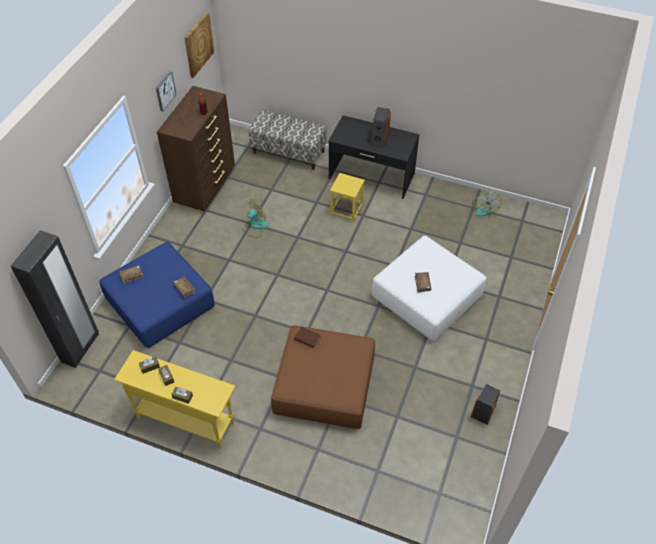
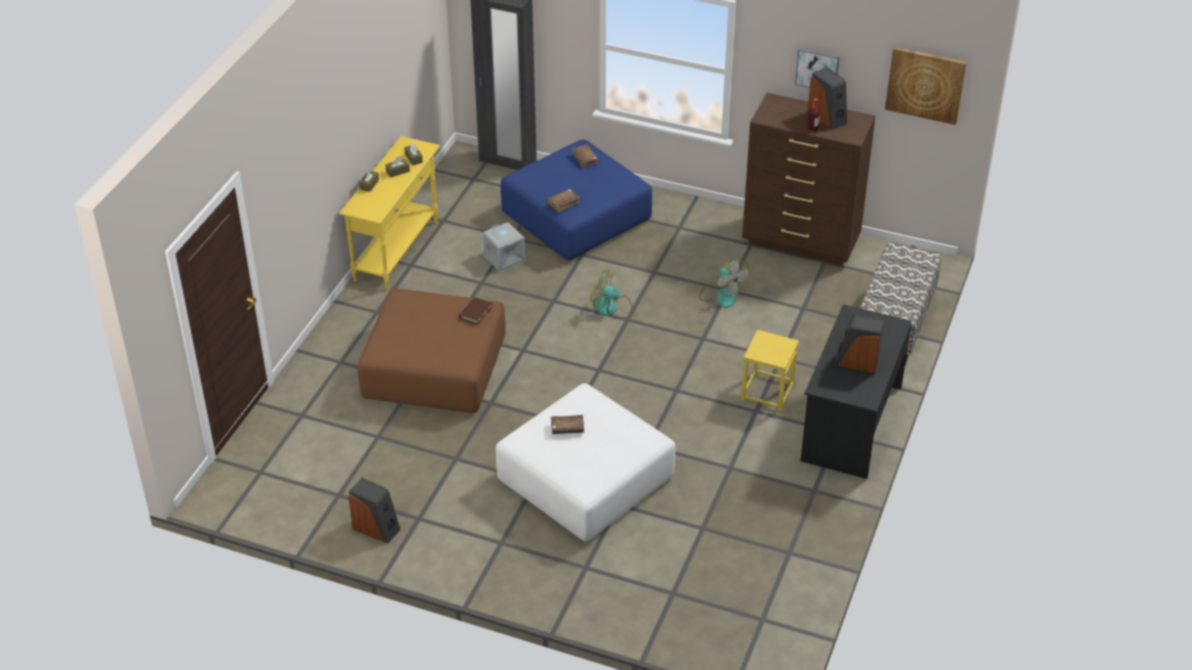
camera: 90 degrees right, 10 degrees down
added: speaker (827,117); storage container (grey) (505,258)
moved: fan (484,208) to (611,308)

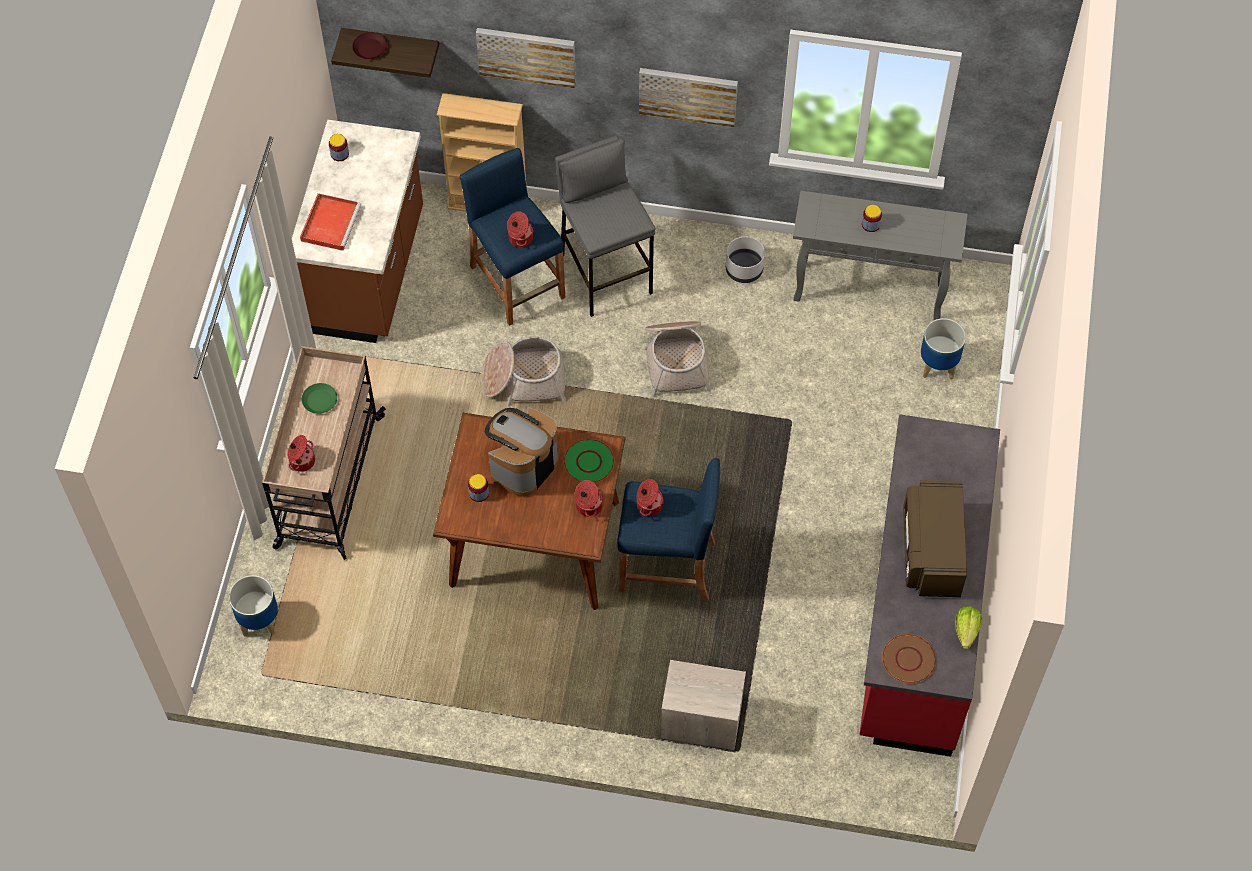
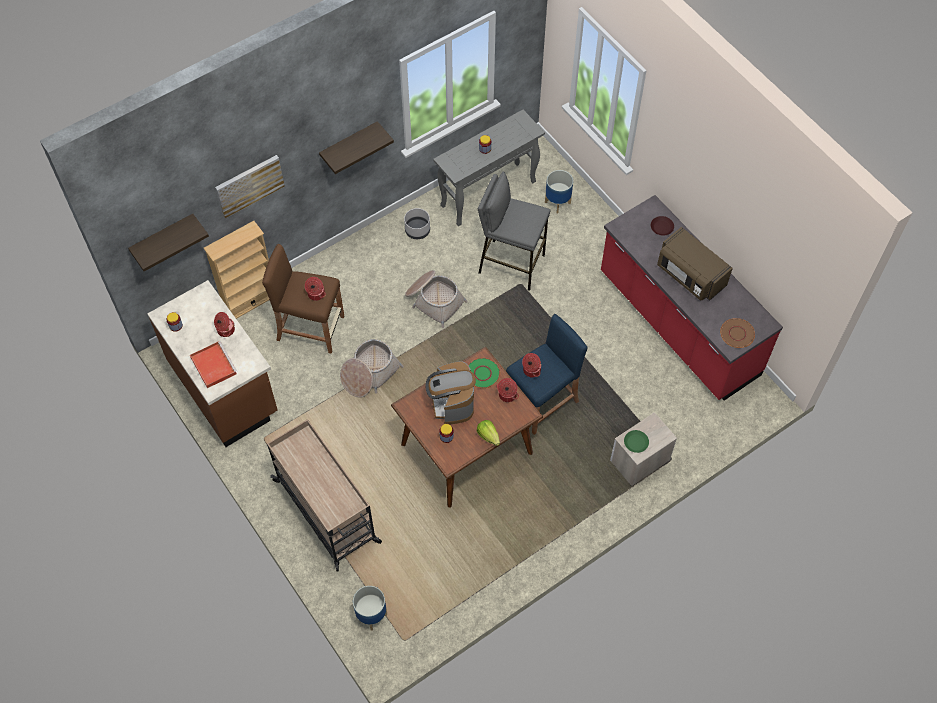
camera: 45 degrees left, 0 degrees up
moved: flat dish (brown) (369,48) to (661,227); stool (grey) (605,273) to (511,264); flat dish (green) (319,400) to (635,442); stockpot (301,460) to (225,330); head of lettuce (966,631) to (488,436)
replaced: picture (688,95) to bracket shelf (349,145)
recoloured: stool (bluish) (517,282) to stool (brown) (310,328)

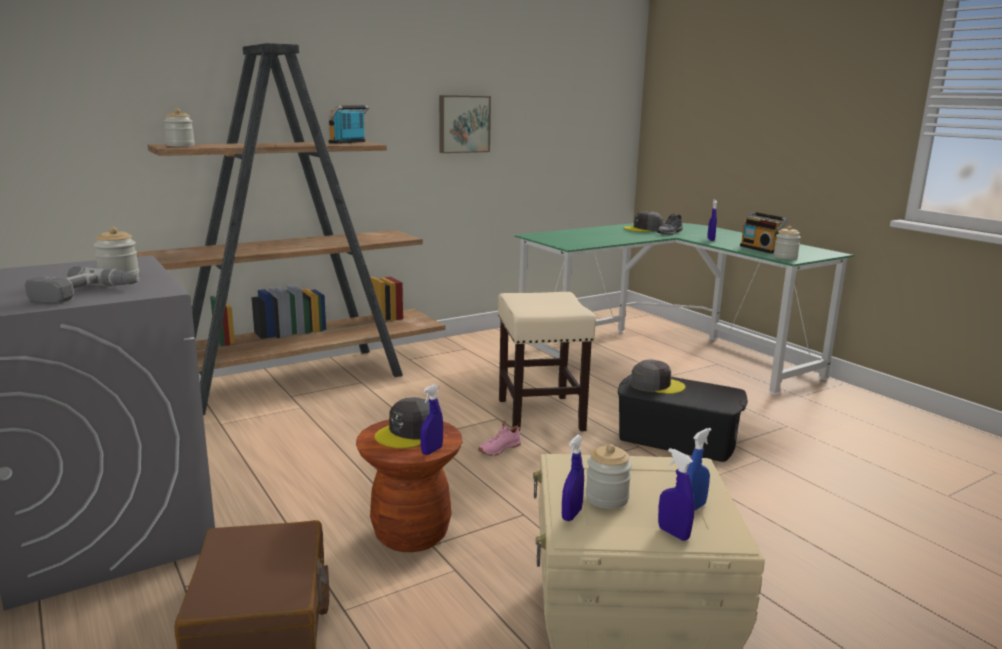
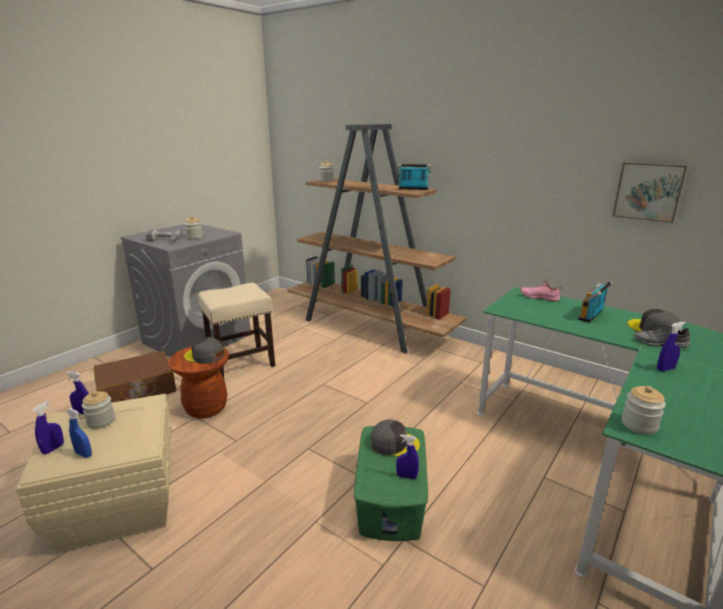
camera: 70 degrees right, 5 degrees up
moved: picture (463,124) to (648,191); radio receiver (760,249) to (592,315); stool (sand-coloured) (539,414) to (242,363); hand sprayer (bluish) (432,451) to (406,476); item of footwear (pinkish) (499,449) to (539,297)
recoloured: storage container (black) (677,438) to storage container (green) (391,498)
turned: cap (grey) (656,385) = (394,443) 75 degrees counterclockwise

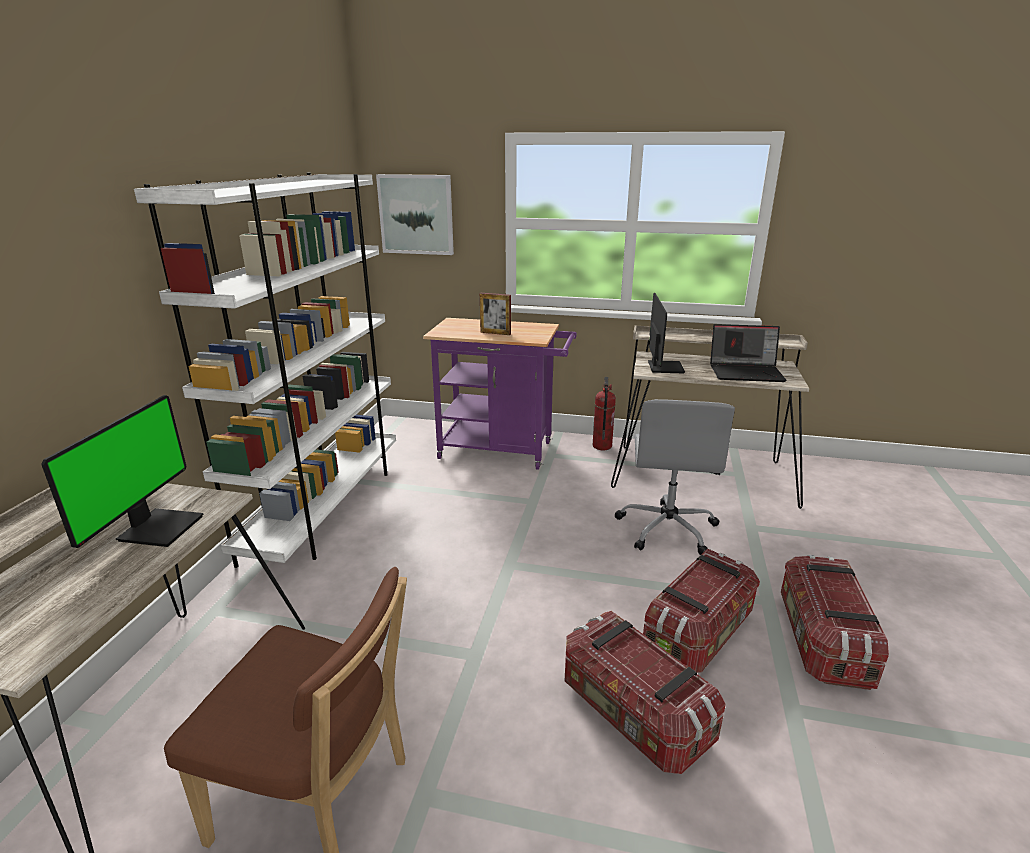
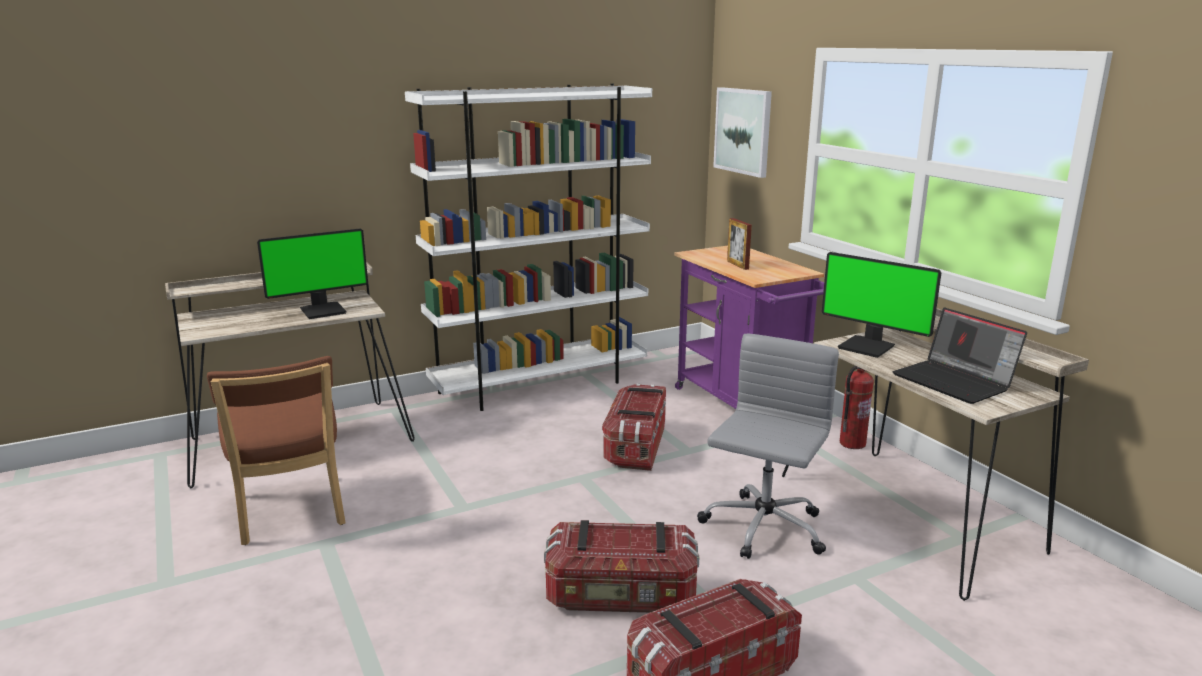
camera: 50 degrees right, 5 degrees down
moved: storage container (633,713) to (636,446)
turned: computer display (663,367) = (868,347) 75 degrees clockwise; desk chair (grey) (667,528) = (762,529) 150 degrees clockwise

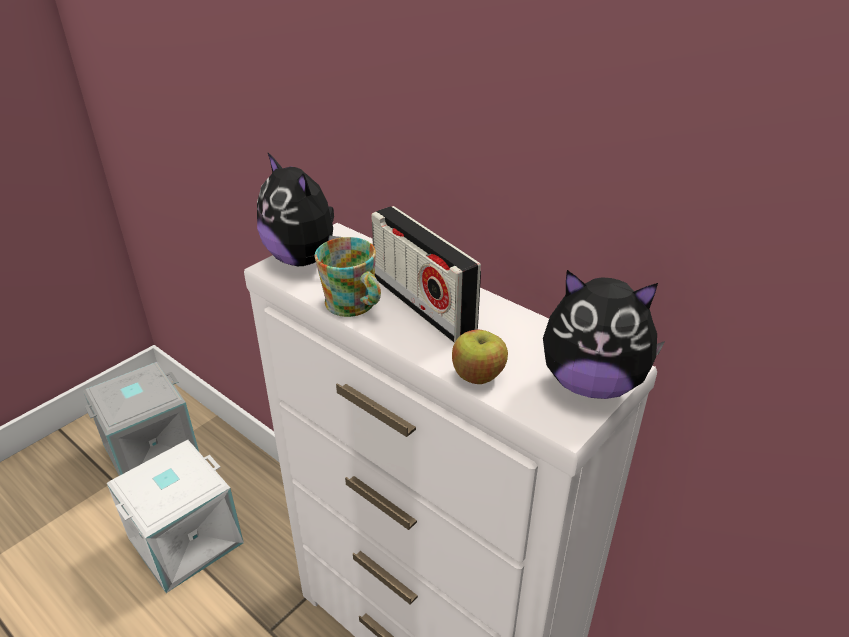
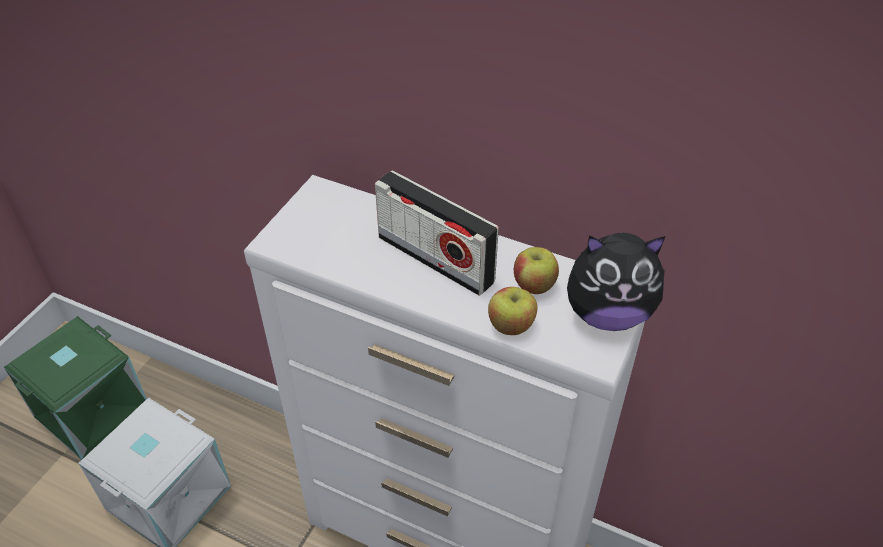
camera: 15 degrees left, 10 degrees up
removed: plush toy (304,259); coffee mug (354,306)
added: whole apple (533,285)
recoloured: storage container (grey) (151,451) to storage container (green) (92,412)

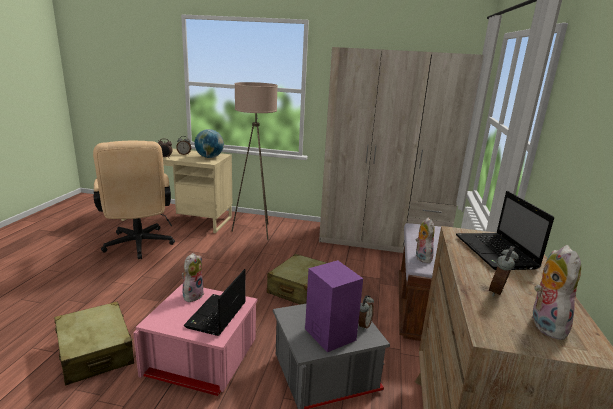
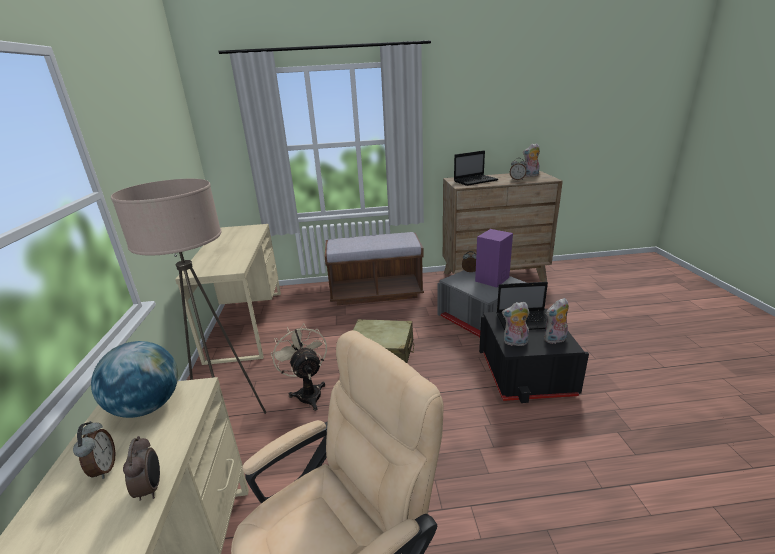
camera: 105 degrees left, 5 degrees up
removed: suitcase (sand-coloured) (95,352)
added: fan (sand-coloured) (308,392)
moved: plush toy (421,257) to (555,340)
replaced: clothes cupboard (sand-coloured) (382,241) to desk (sand-coloured) (247,324)
recoloured: storage container (pinkish) (201,360) to storage container (black) (526,374)

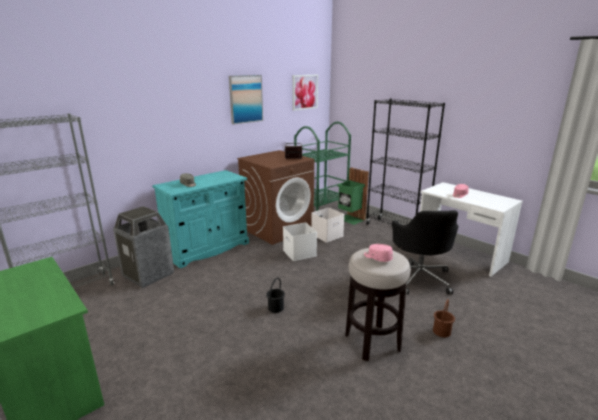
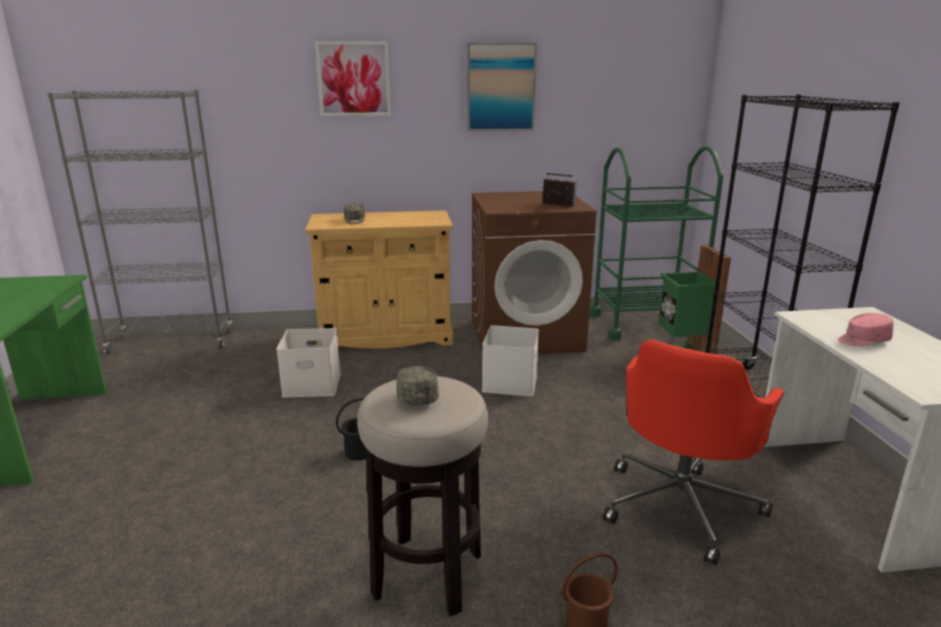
camera: 35 degrees right, 0 degrees up
removed: waste bin (149,275)
moved: picture (305,92) to (353,79); storage container (whitish) (327,235) to (310,385)
recoloured: cabinet (blue-green) (207,249) to cabinet (sand-coloured) (385,336); desk chair (black) (419,278) to desk chair (red) (681,505); cap (pinkish) (377,258) to cap (grey) (416,396)

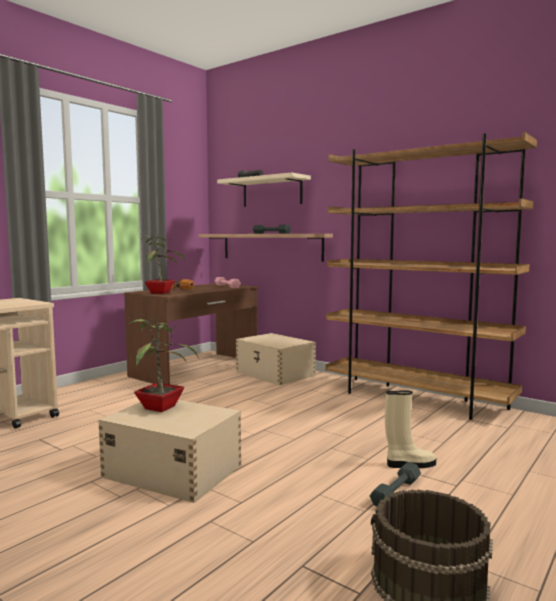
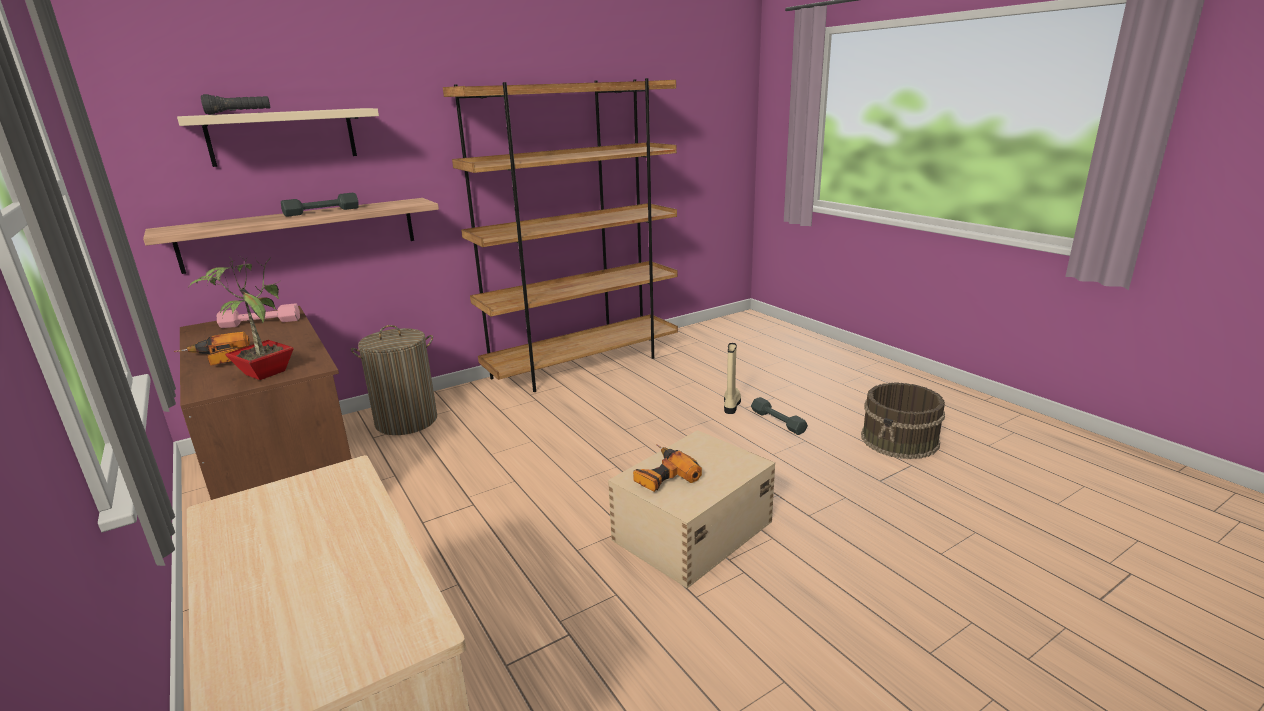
camera: 70 degrees left, 15 degrees up
replaced: houseplant (161,407) to electric drill (662,476); storage container (sand-coloured) (275,374) to laundry basket (407,421)

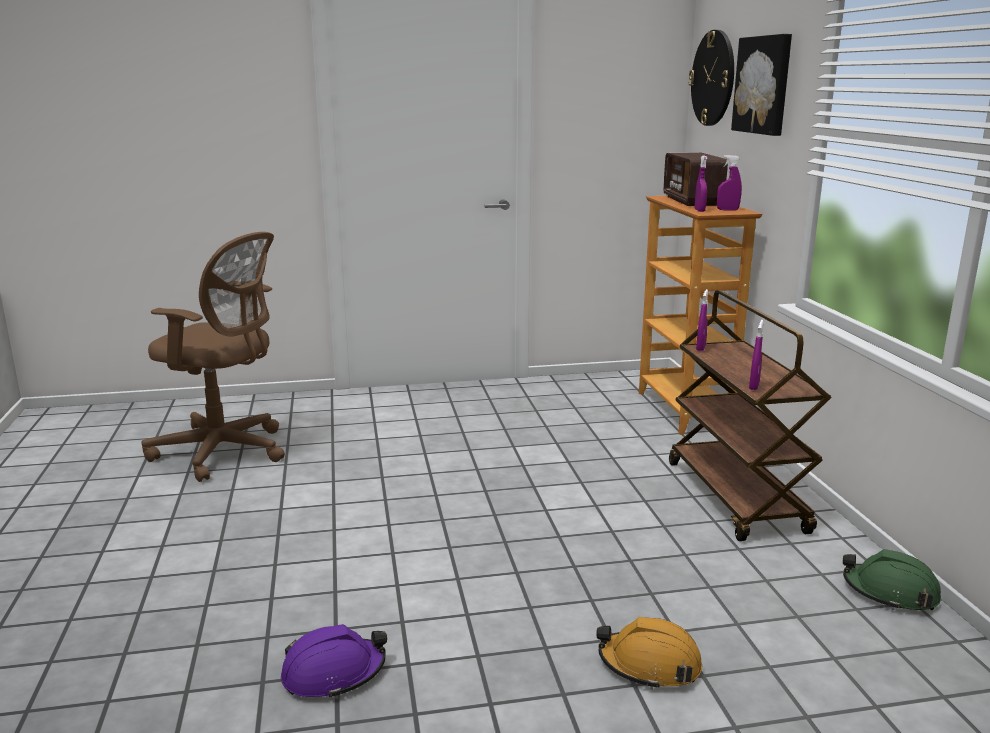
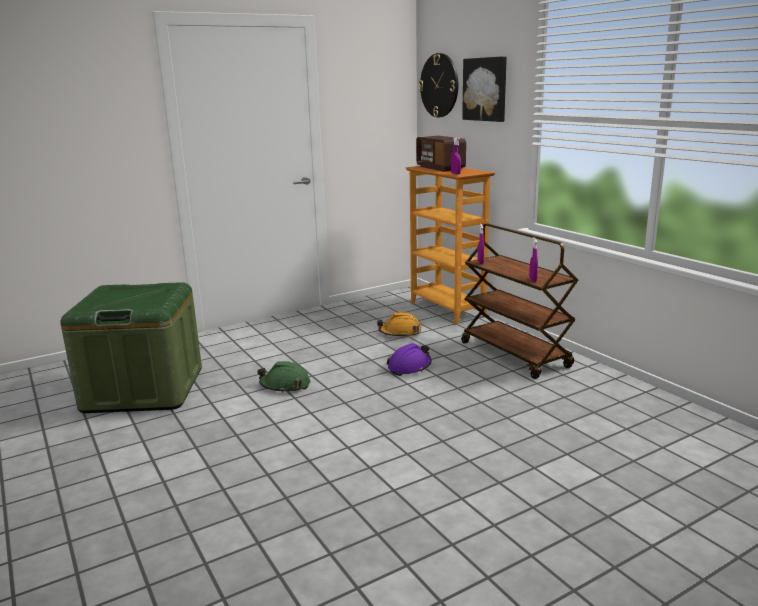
camera: 20 degrees left, 0 degrees up
removed: hand sprayer (purplish) (727,210)
moved: work helmet (green) (890,593) to (285,385); work helmet (orange-coloured) (649,665) to (400,333); work helmet (purplish) (333,674) to (409,367)
replaced: desk chair (brown) (225,452) to storage container (green) (144,389)

